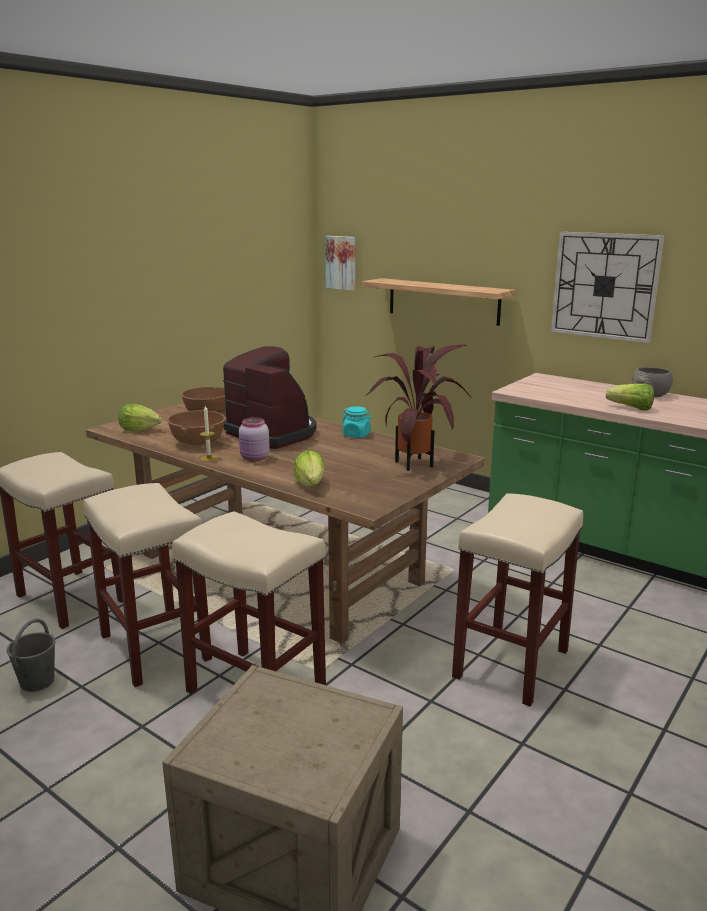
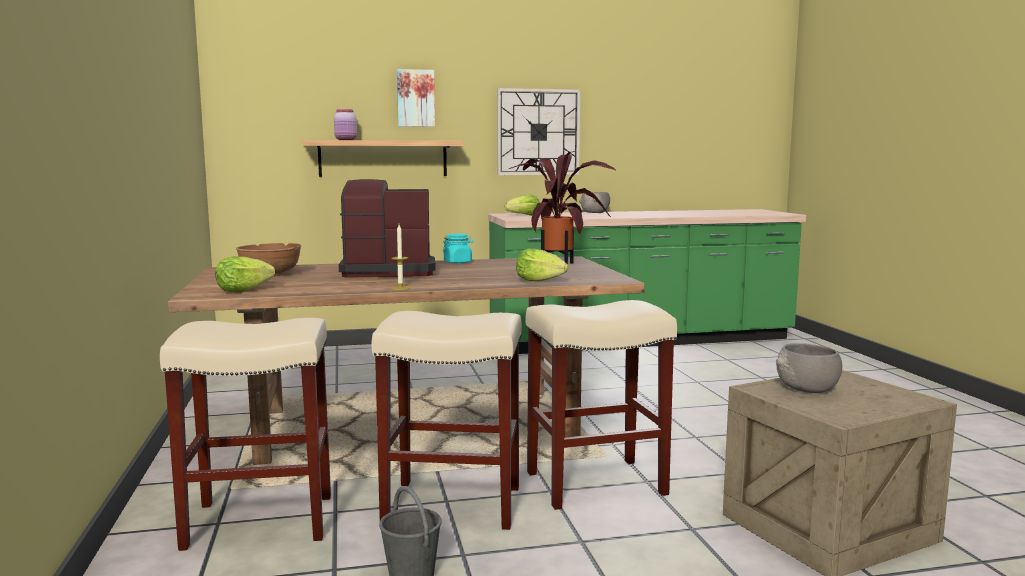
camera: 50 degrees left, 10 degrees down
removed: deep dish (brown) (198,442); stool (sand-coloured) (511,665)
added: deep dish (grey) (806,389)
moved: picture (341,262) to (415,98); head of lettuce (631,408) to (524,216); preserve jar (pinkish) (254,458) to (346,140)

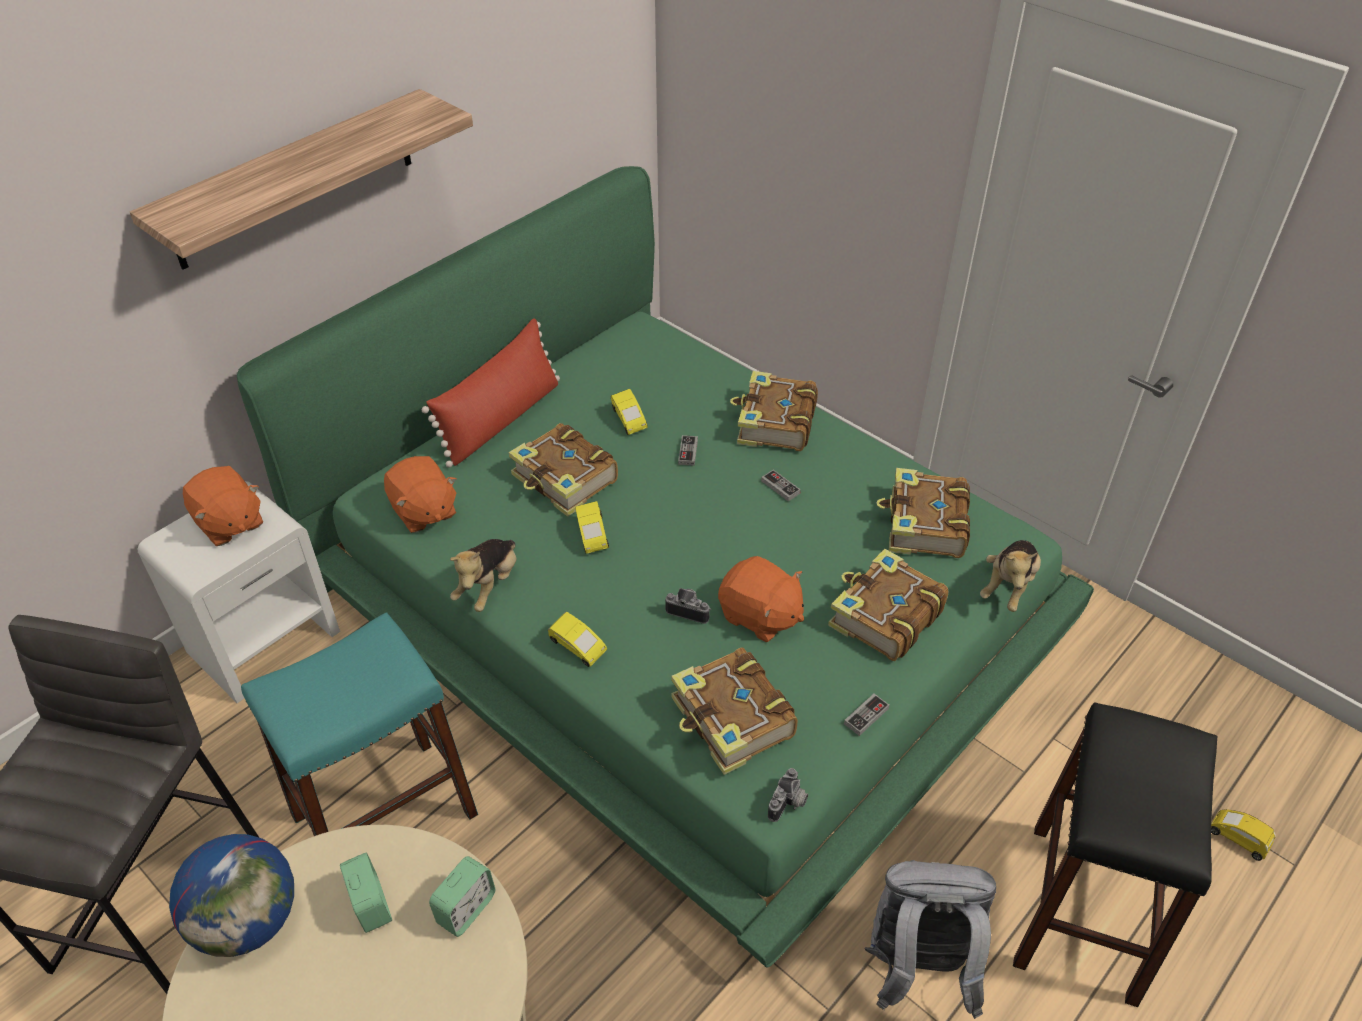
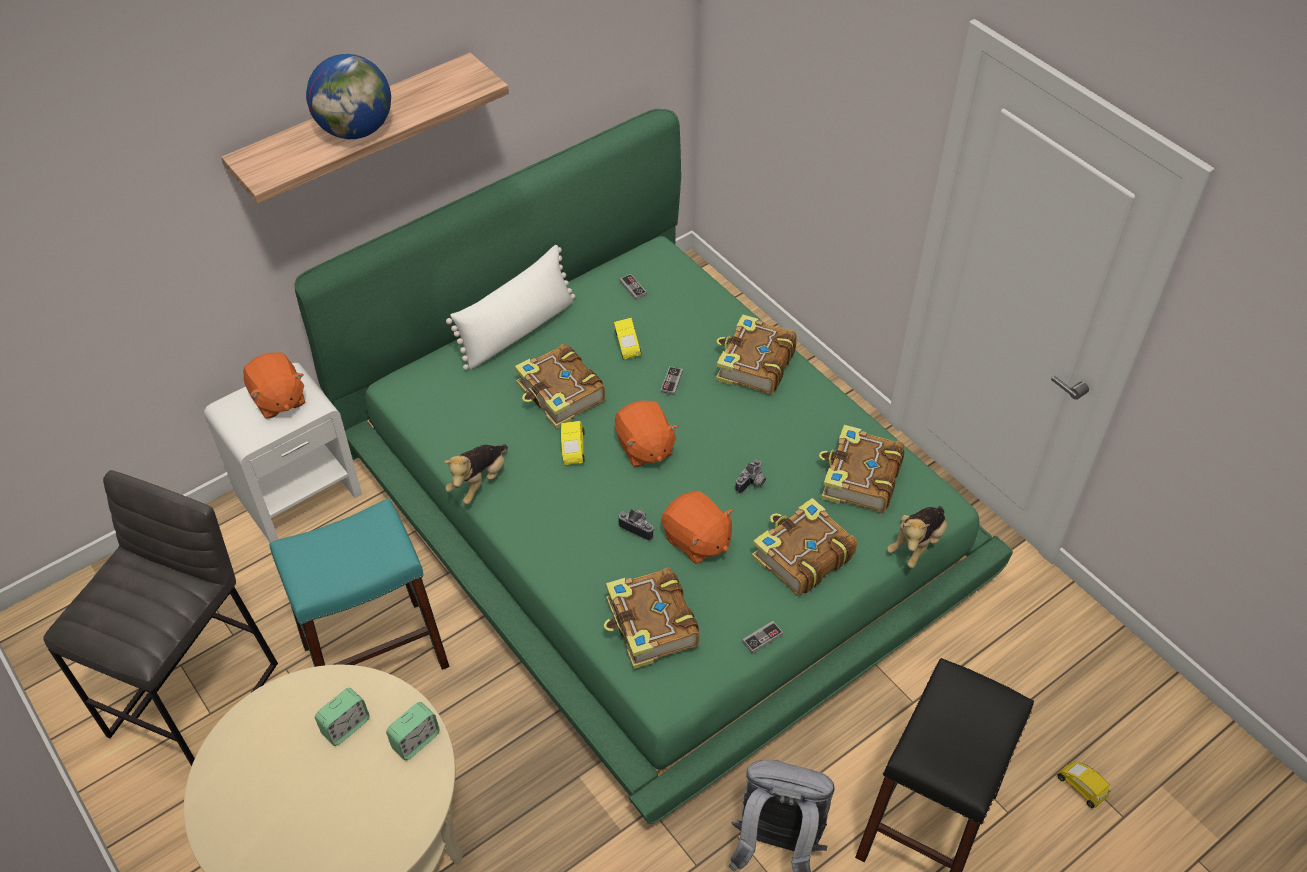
camera: 10 degrees right, 5 degrees up
removed: miniature car (yellow-coloured) (577,648)
moved: plush toy (orange-coloured) (423,511) to (644,447); game controller (780,487) to (633,288); photo camera (789,804) to (752,484); desk globe (249,920) to (356,130)
recoloured: throw pillow (red) (501,420) to throw pillow (whitish) (517,330)
turned: alarm clock (371,905) = (346,726) 60 degrees clockwise

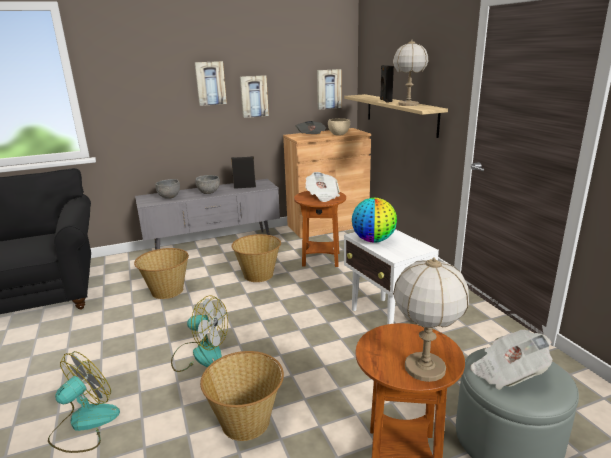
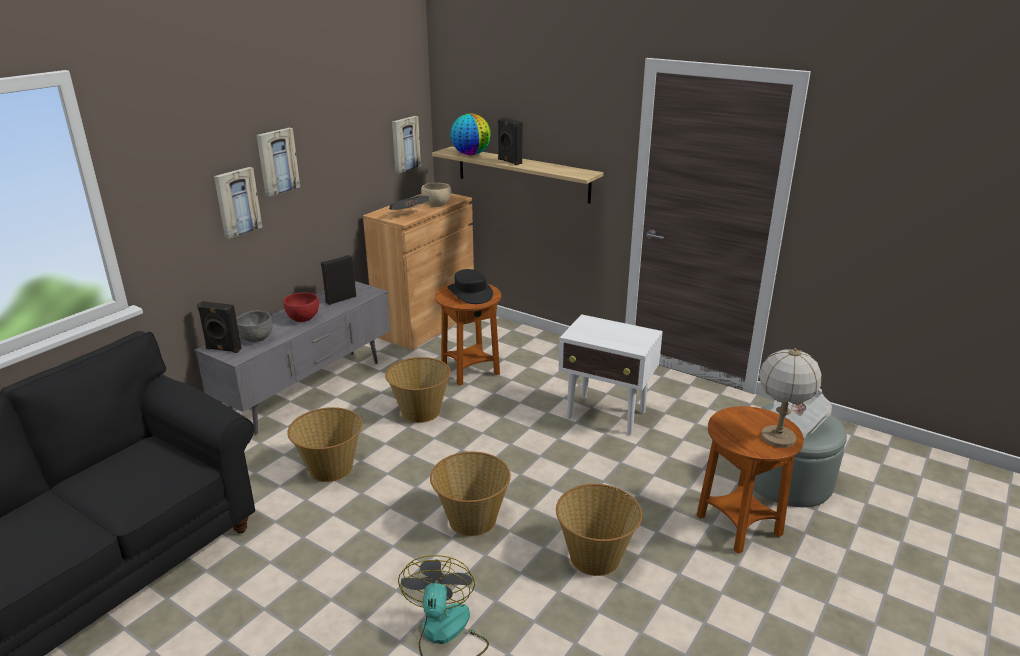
camera: 35 degrees left, 5 degrees up
removed: lamp for a table (408,104)
added: speaker (black) (223,349)
moved: picture (254,96) to (237,202); desk globe (373,240) to (471,154)
replaced: printed paper (322,196) to hat (black) (470,293); fan (200,354) to storage basket (471,519)
recoloured: deep dish (grey) (208,192) to deep dish (red) (303,319)

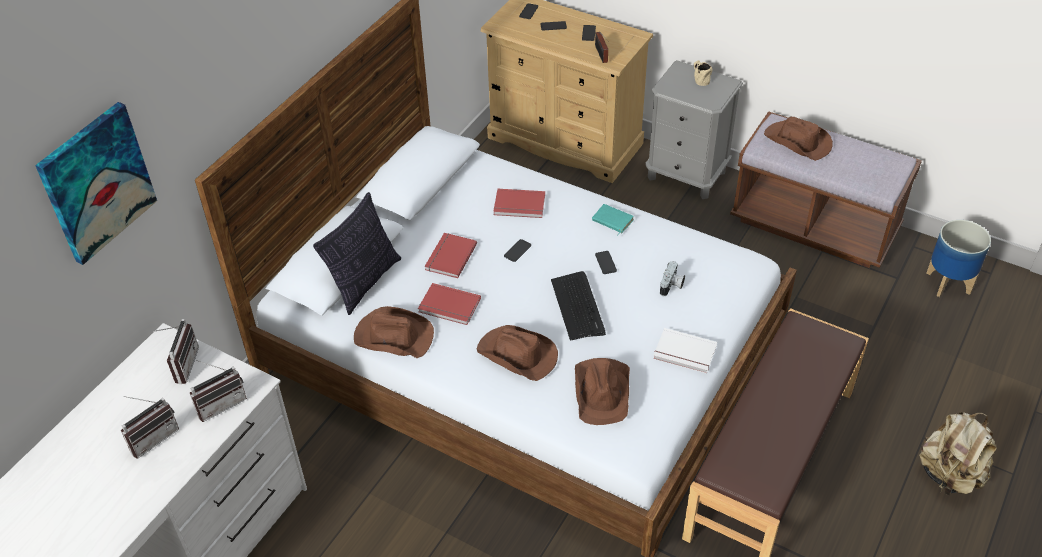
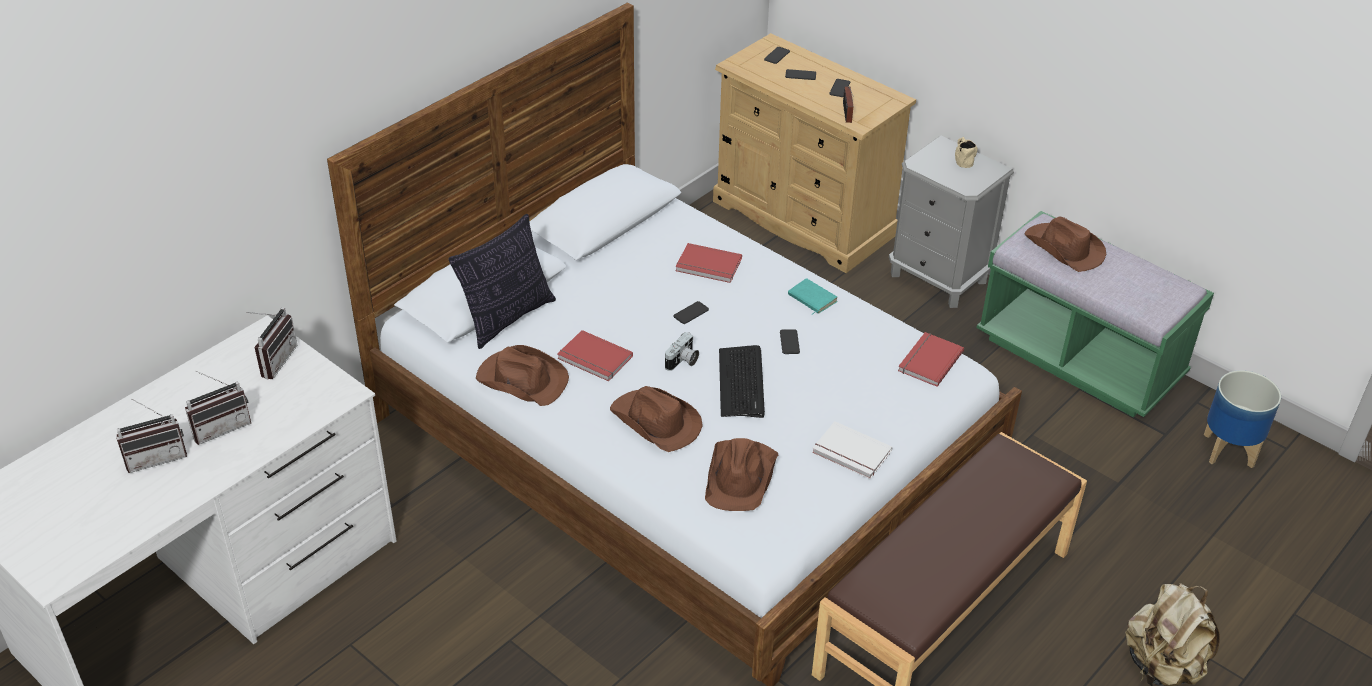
camera: 10 degrees right, 5 degrees down
removed: picture (96,182)
moved: bound book (red) (449,257) to (928,361); photo camera (672,286) to (683,361); radio receiver (220,403) to (156,456)
recoloured: long seat (brown) (814,225) to long seat (green) (1079,358)

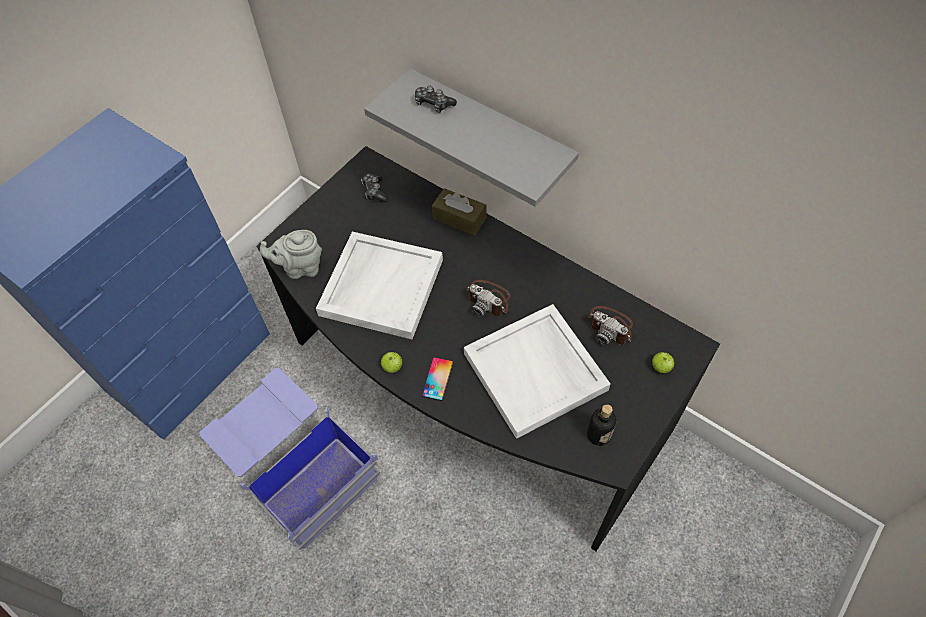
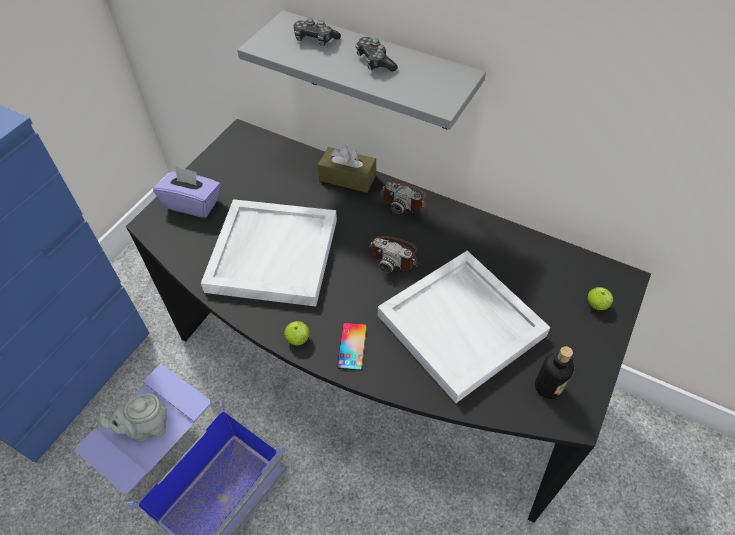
camera: 10 degrees left, 5 degrees down
added: tissue holder (purplish) (193,204)
moved: game controller (375,191) to (375,61); teapot (grey) (300,268) to (146,428); photo camera (610,327) to (405,199)

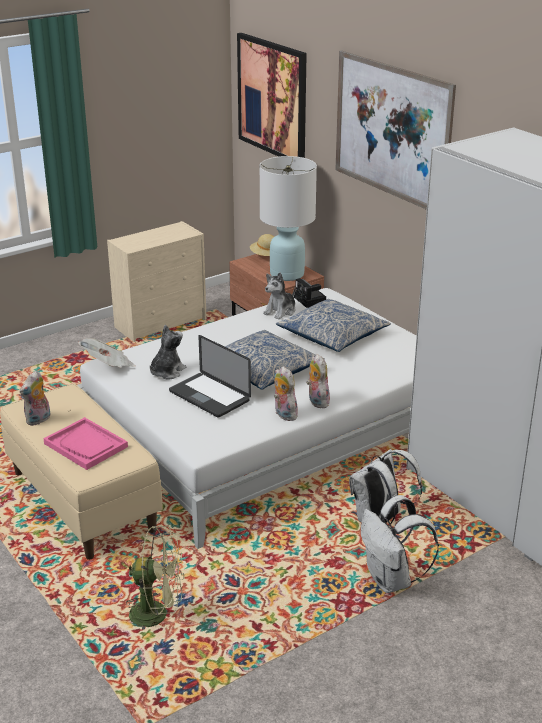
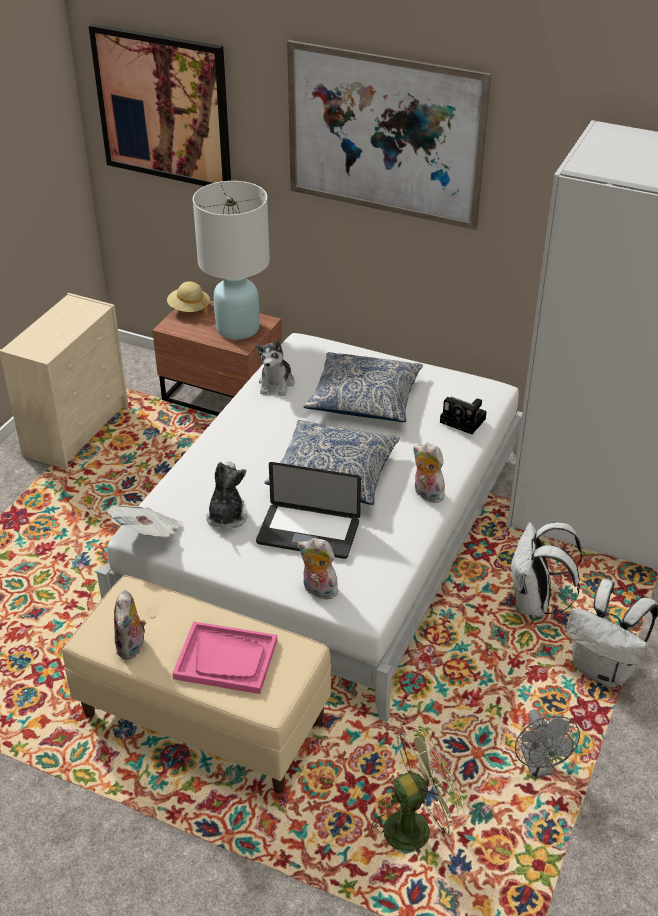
camera: 30 degrees left, 10 degrees up
added: fan (grey) (539,767)
moved: photo camera (310,300) to (464,421); plush toy (283,414) to (318,591)

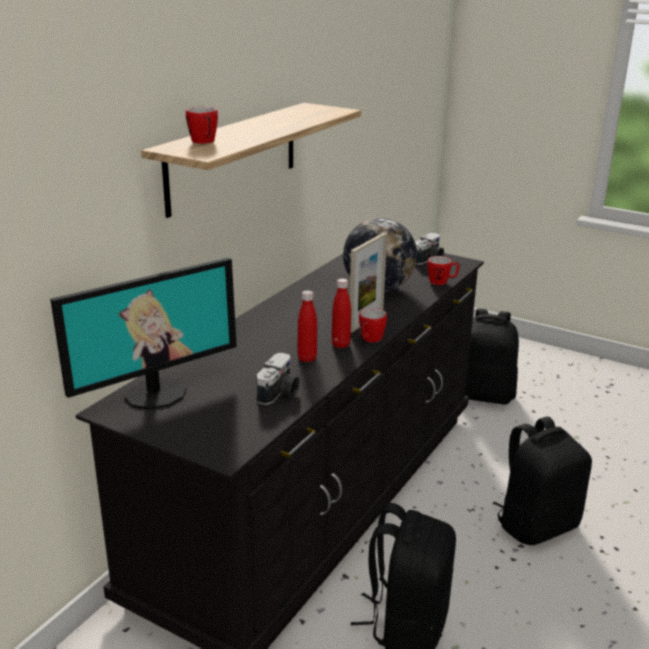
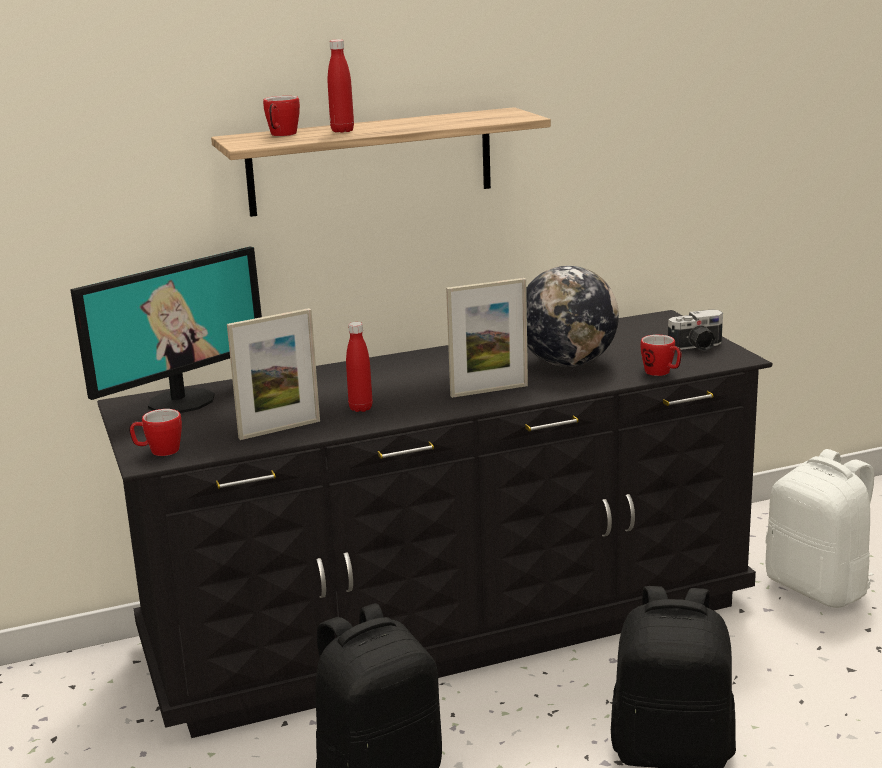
camera: 40 degrees right, 5 degrees down
moved: drink bottle (red) (340,344) to (342,131); coffee mug (369,340) to (158,452)
replaced: photo camera (280,393) to photo frame (279,429)
recoloured: backpack (black) (483,395) to backpack (whitish) (819,587)
turned: computer display (155,393) = (181,401) 45 degrees counterclockwise

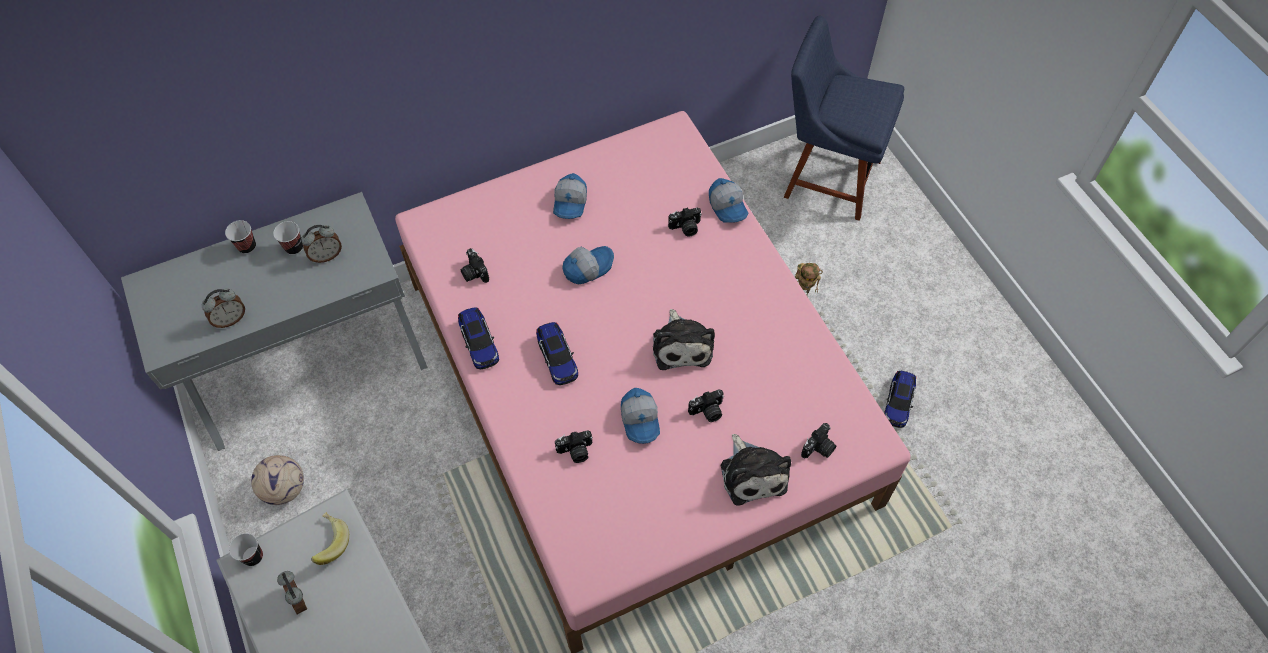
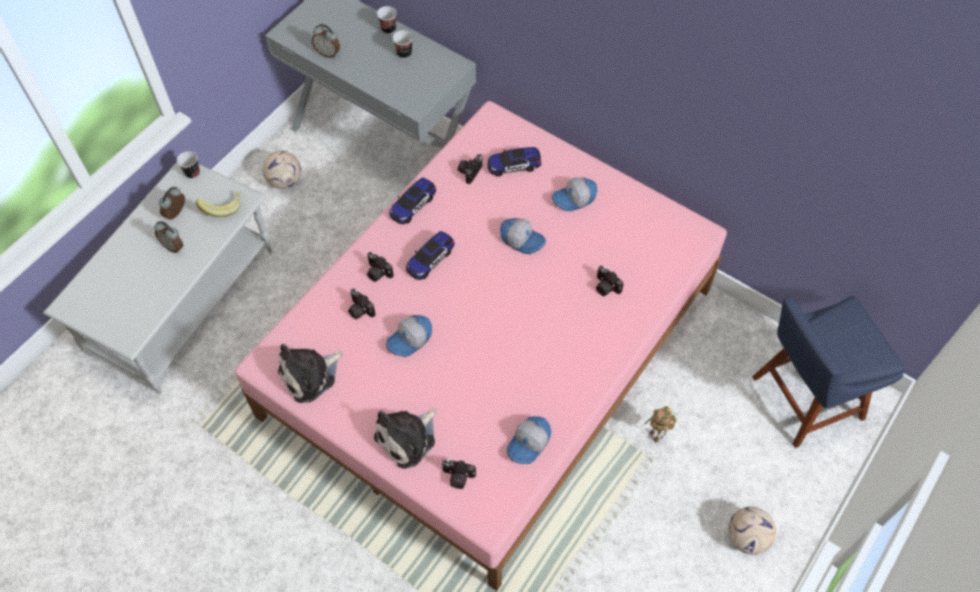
camera: 60 degrees right, 0 degrees up
added: football ball (746,538)
moved: cap (728,206) to (529,443); alarm clock (326,255) to (173,246); plush toy (682,345) to (310,375); miniature car (898,402) to (514,166); photo camera (707,412) to (377,273)
turned: upright chair (bluish) (827,177) = (802,399) 105 degrees counterclockwise

